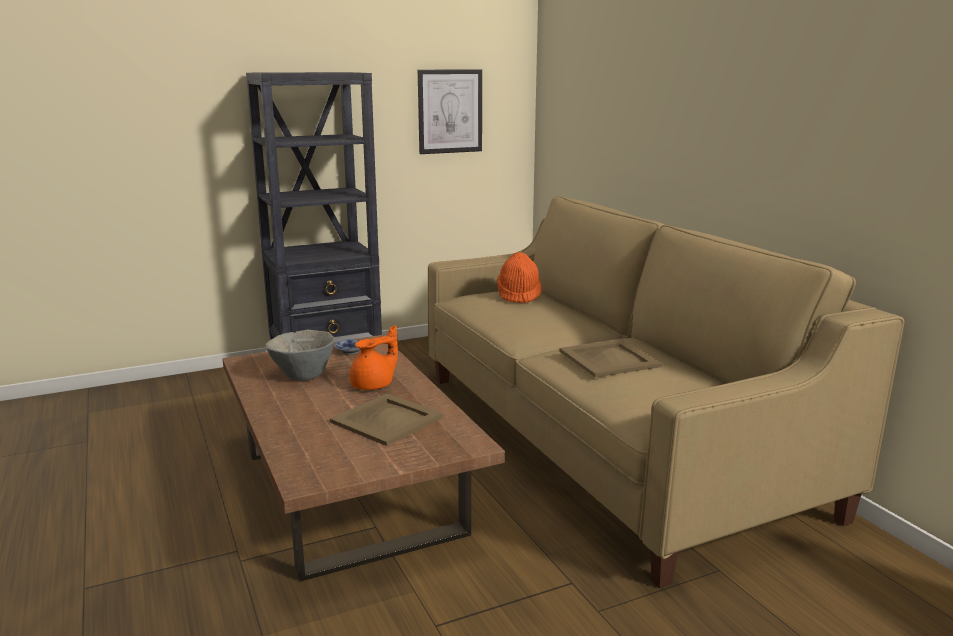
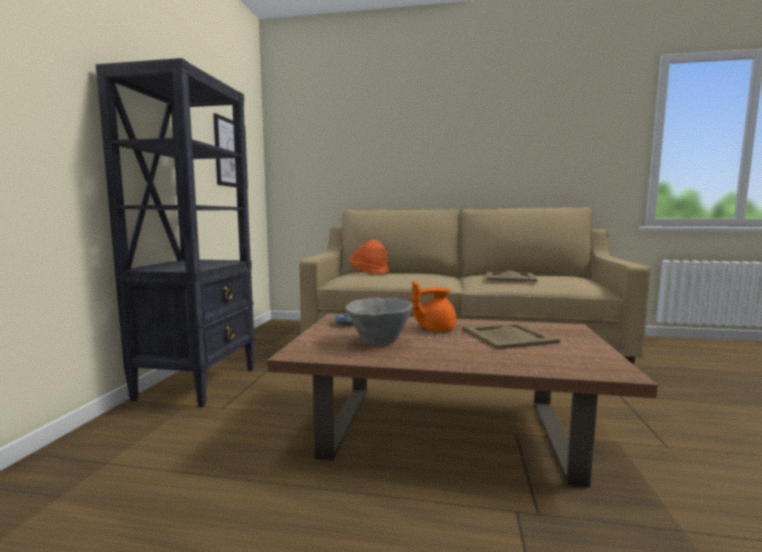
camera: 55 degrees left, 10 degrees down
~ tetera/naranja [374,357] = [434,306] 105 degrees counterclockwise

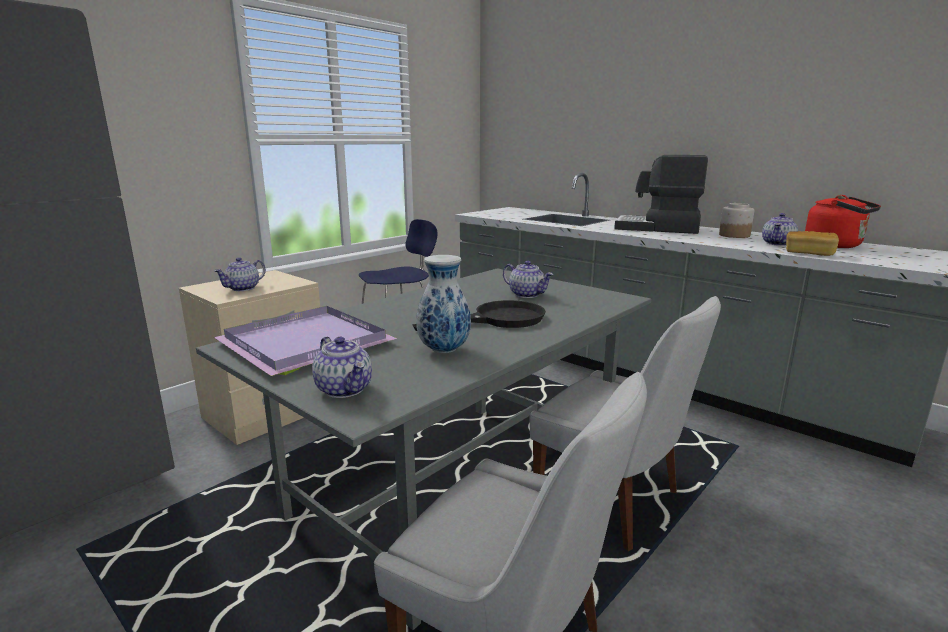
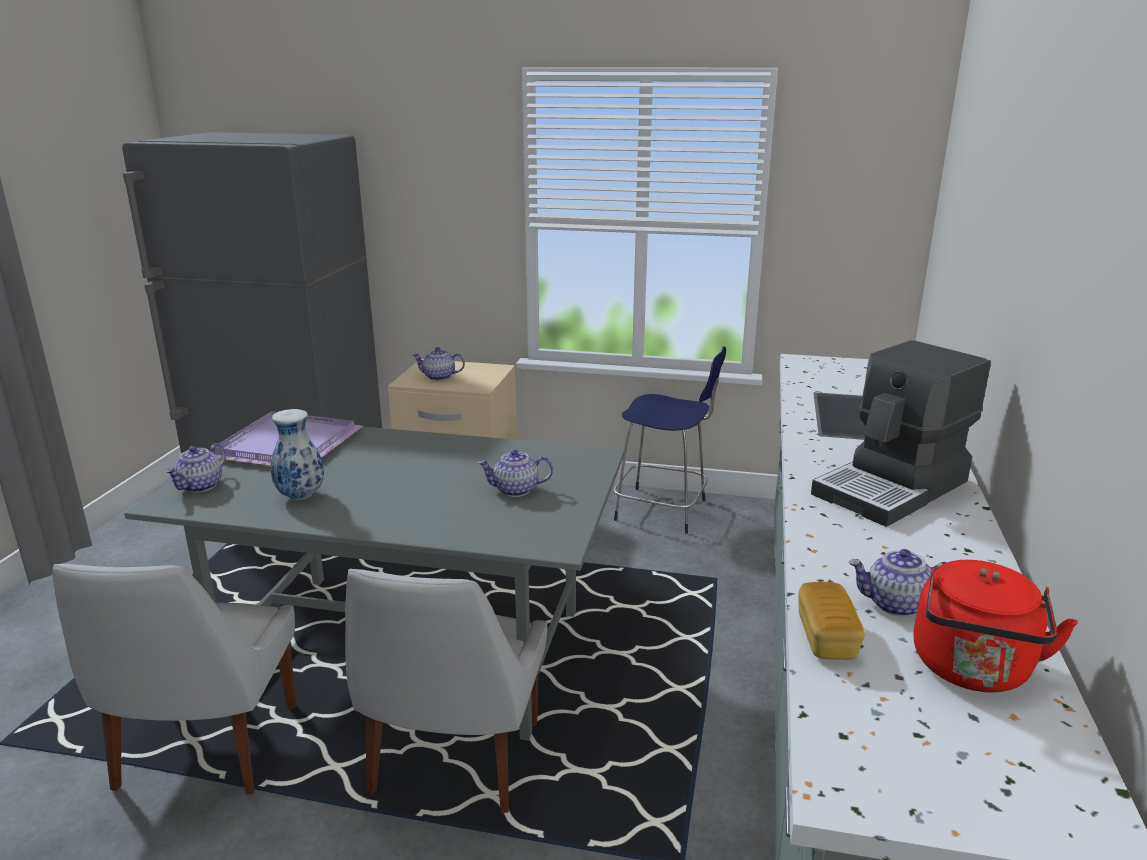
camera: 60 degrees right, 5 degrees up
- sartén/negro [479,315]
~ tetera [528,279] = [515,473] 75 degrees clockwise
~ cafetera [661,194] = [901,433] 120 degrees counterclockwise
- tarro [736,220]

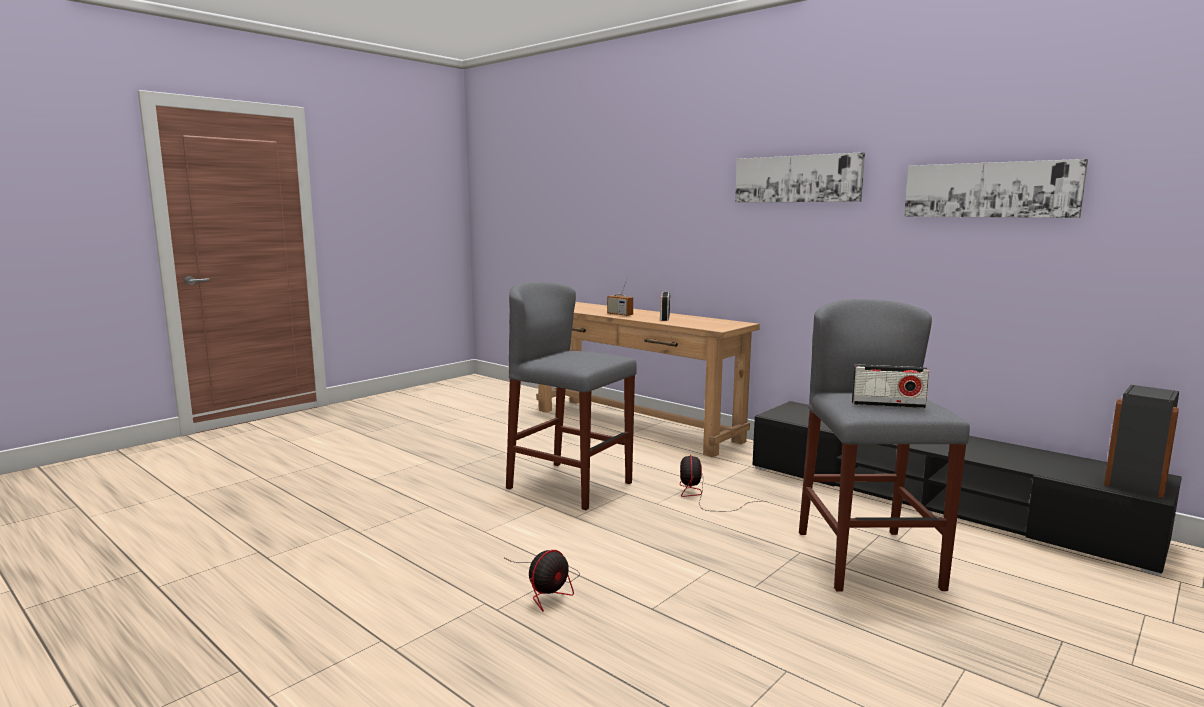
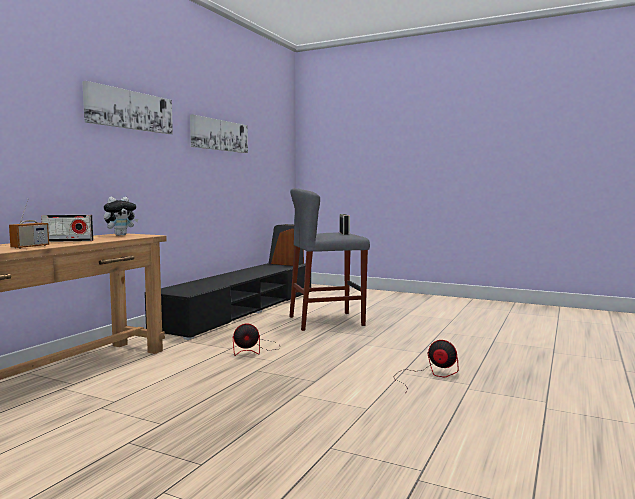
camera: 105 degrees left, 5 degrees down
- taburete/gris [571,396]
+ peluche [121,216]

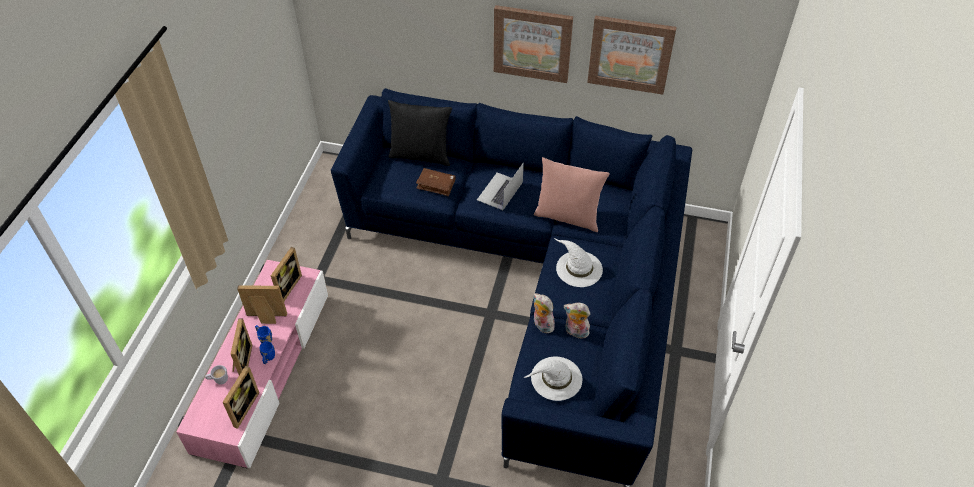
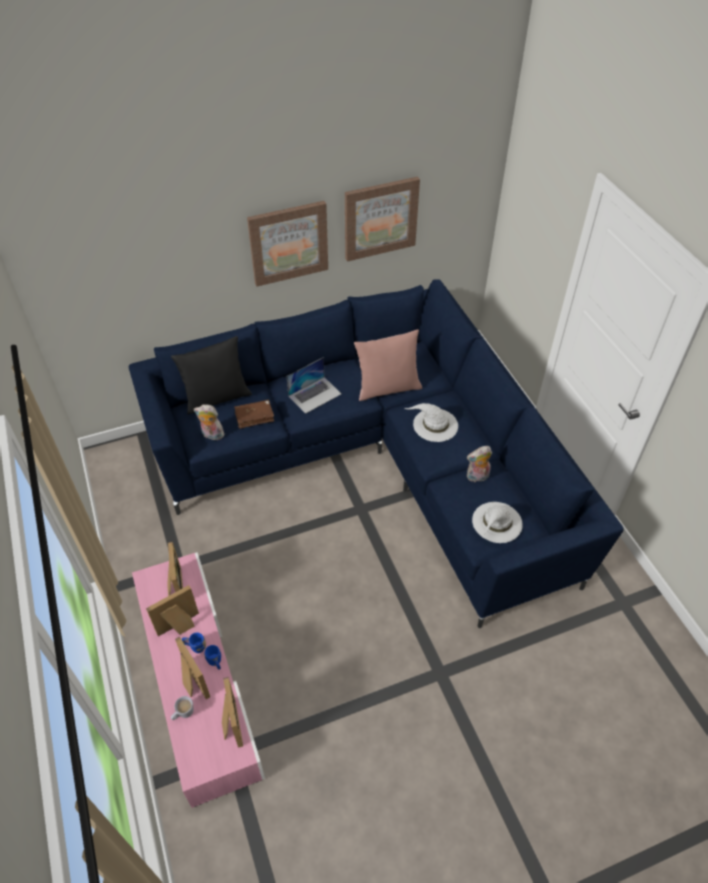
camera: 35 degrees left, 0 degrees up
~ portátil [500,186] = [314,385] 120 degrees counterclockwise
~ peluche [544,313] to [209,422]

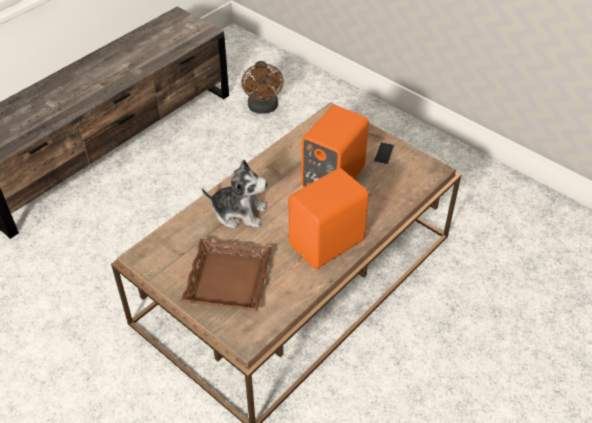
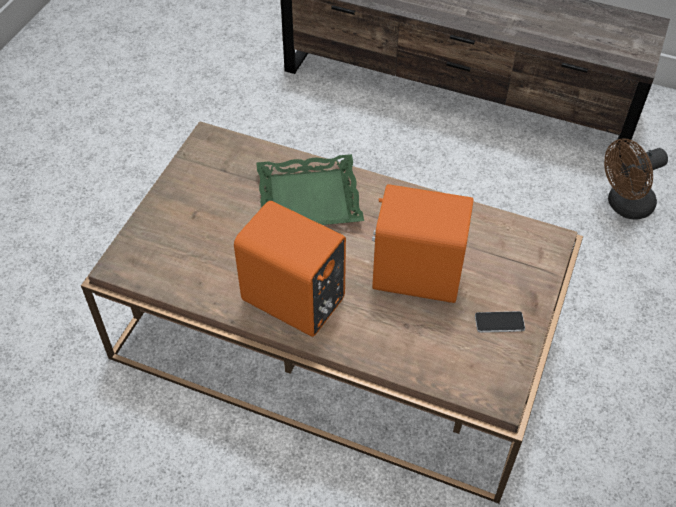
camera: 70 degrees right, 5 degrees up
- bandeja/marrón [226,275]
~ peluche [234,194] to bandeja/verde [310,189]

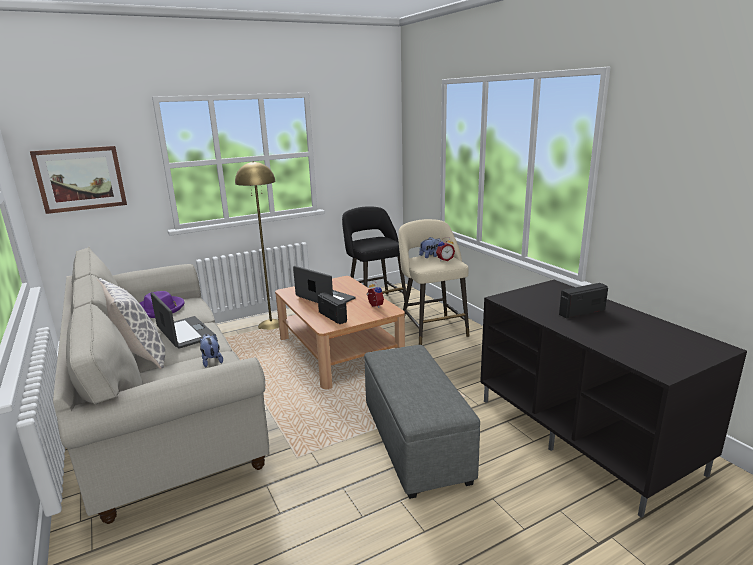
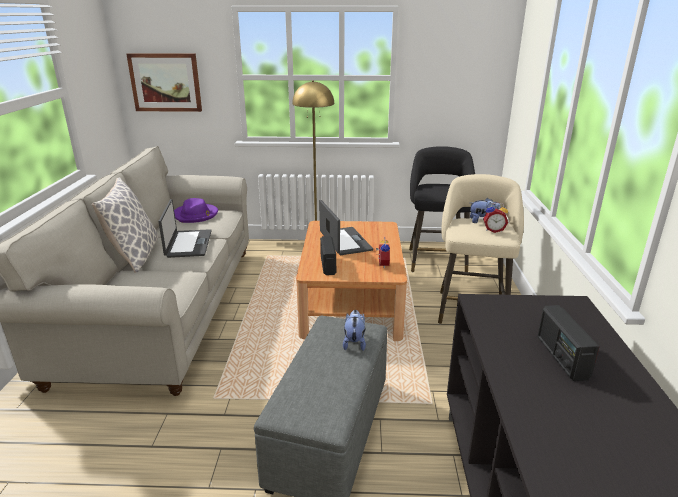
camera: 30 degrees right, 5 degrees up
~ peluche [211,350] to [354,330]
~ radio [583,300] = [568,343] 105 degrees counterclockwise

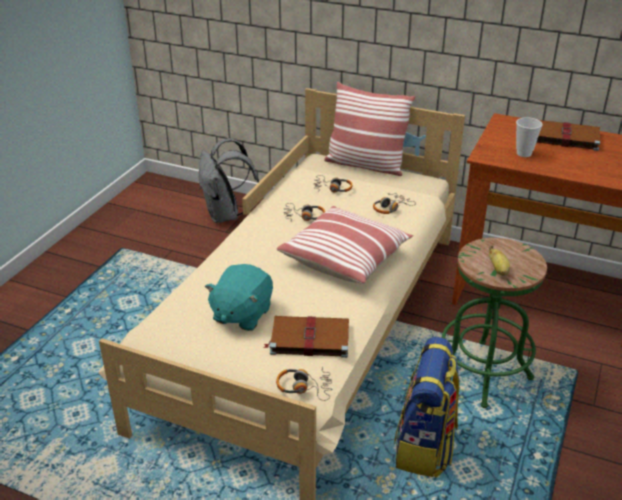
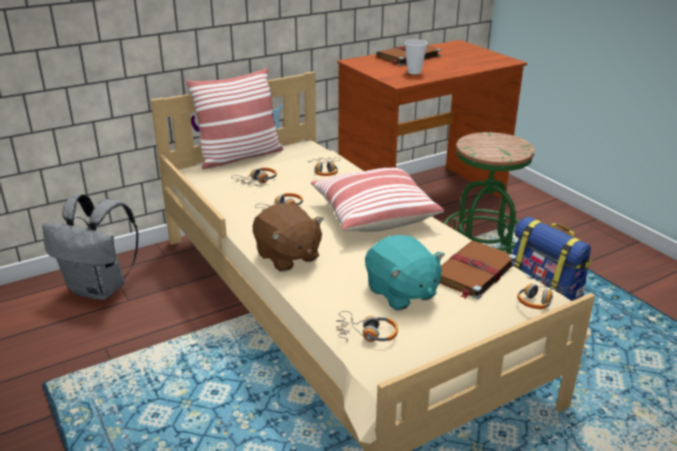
camera: 55 degrees left, 5 degrees down
- plátano [499,260]
+ peluche/marrón [288,237]
+ auriculares [367,327]

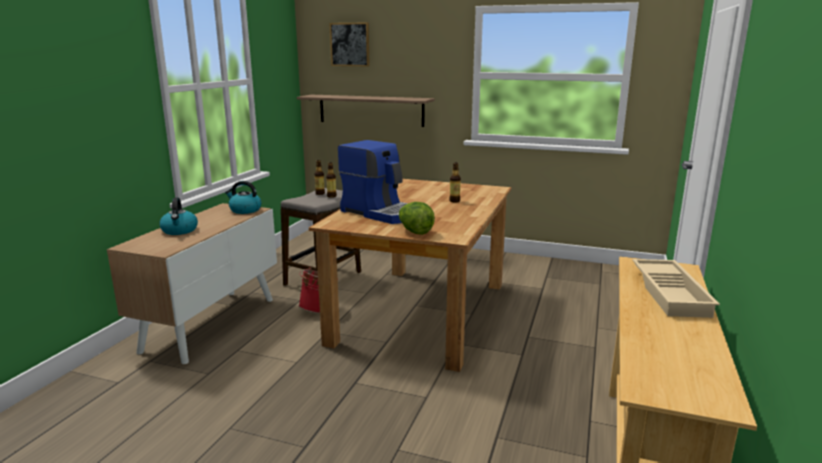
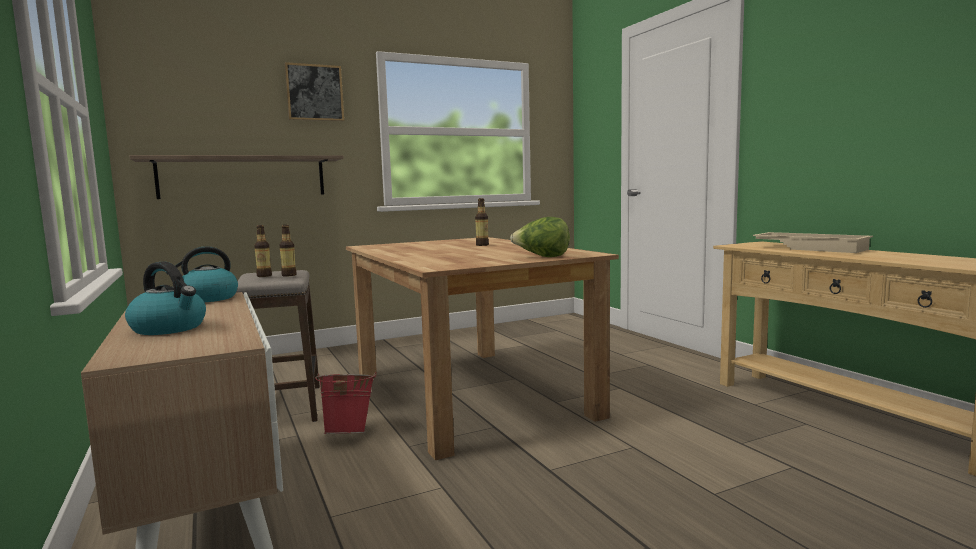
camera: 45 degrees left, 10 degrees down
~ cuadro [349,44] to [314,91]
- cafetera [373,182]

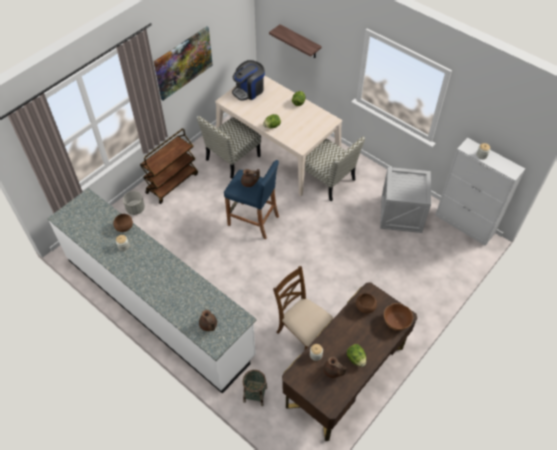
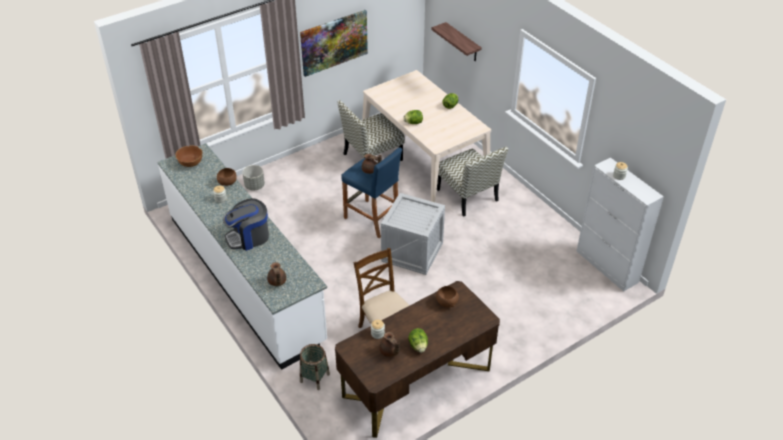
camera: 15 degrees right, 10 degrees down
- carrito/marrón [169,166]
~ cafetera [248,80] to [246,224]
~ caja de embalaje [405,200] to [413,234]
~ cuenco/marrón [398,317] to [188,156]

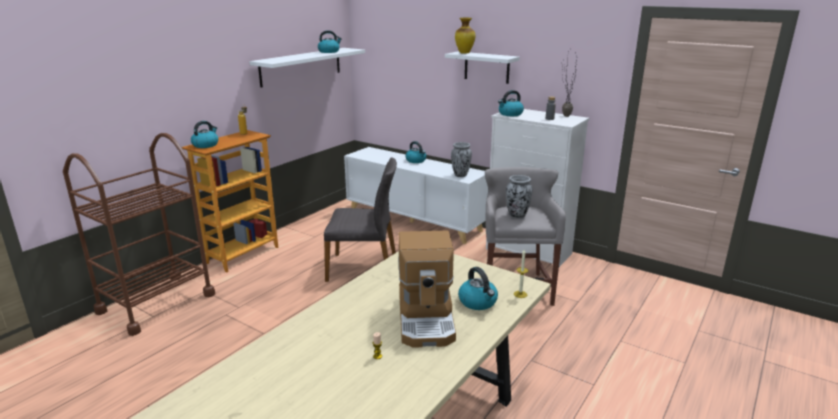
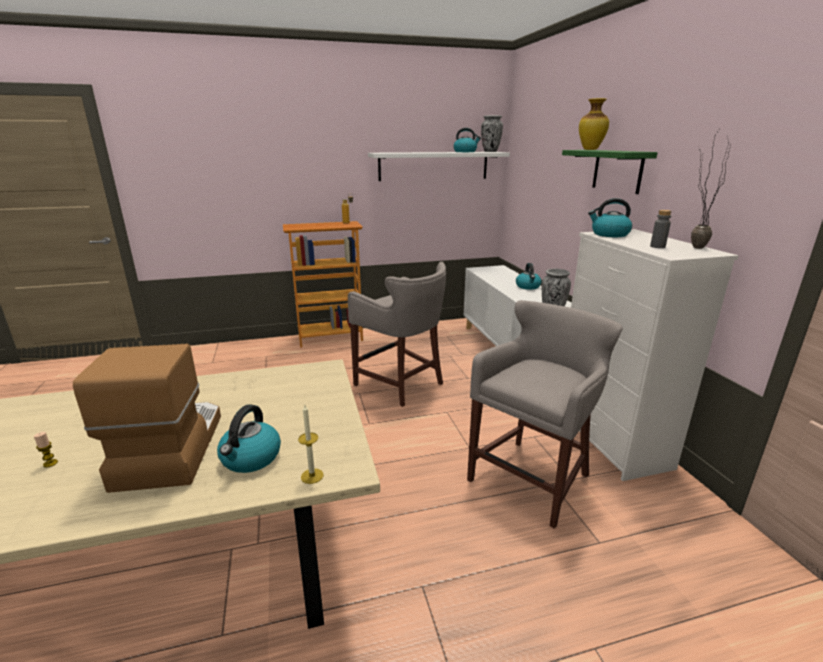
camera: 40 degrees right, 0 degrees up
- carrito/marrón [139,234]
- hervidor [204,134]
~ silla/gris [360,219] to taburete/gris [397,334]
~ cafetera [427,289] = [147,418] 135 degrees clockwise
~ estante/blanco [482,67] to estante/verde [609,172]
~ florero [519,196] to [492,133]

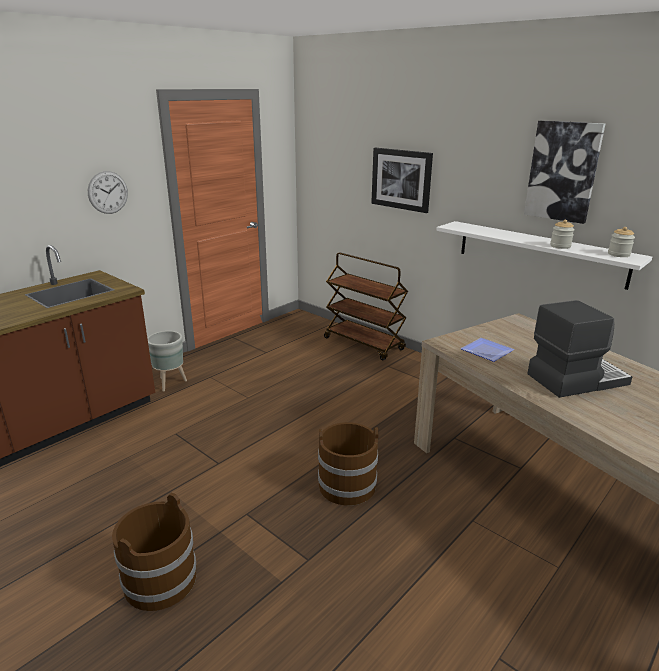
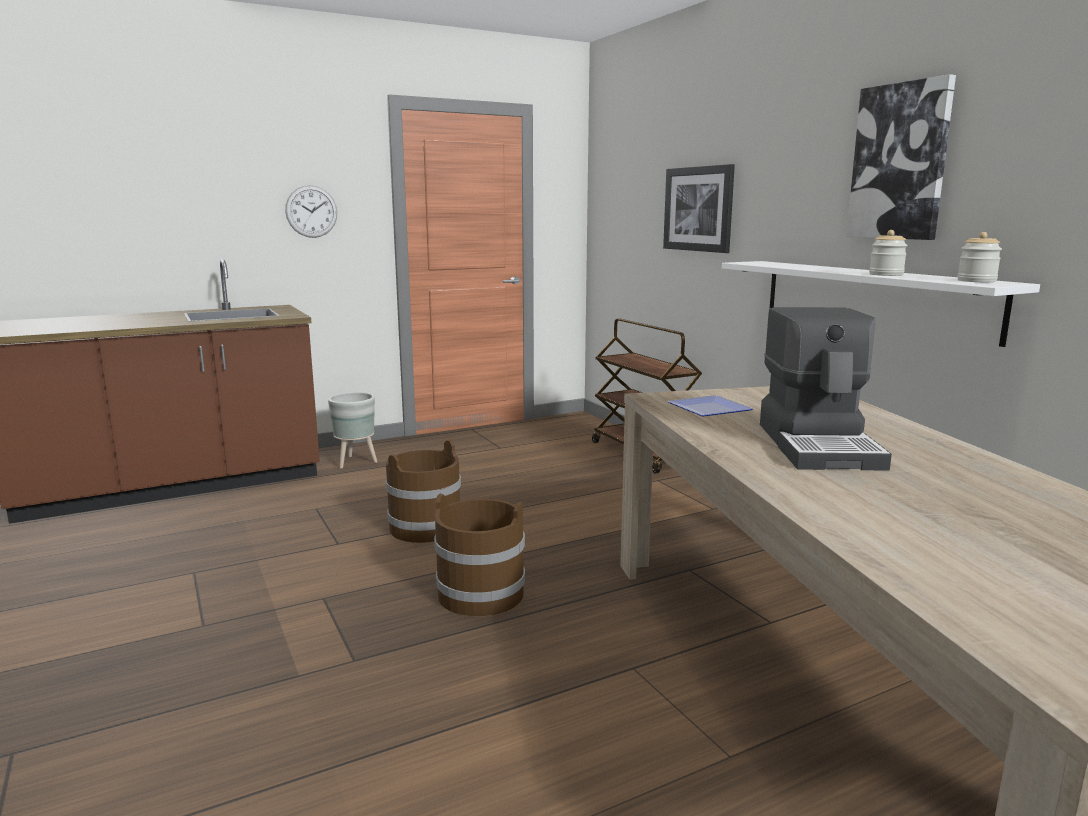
camera: 20 degrees right, 10 degrees down
~ cubo/marrón [154,552] to [423,491]
~ cafetera [579,349] = [826,389] 90 degrees clockwise

